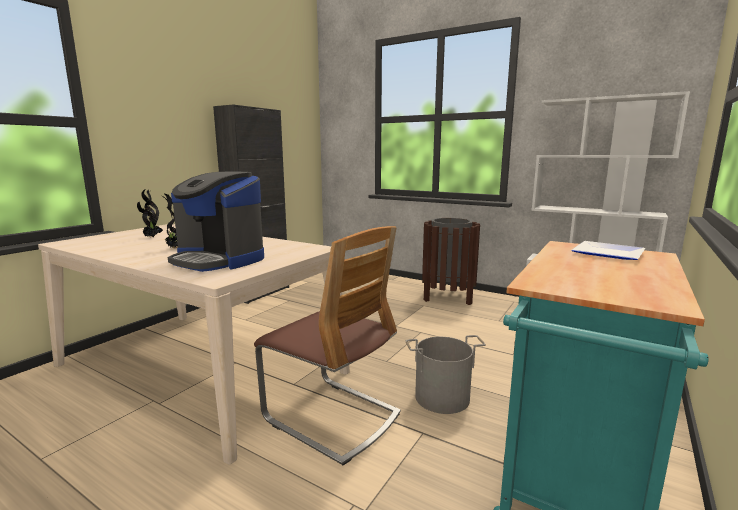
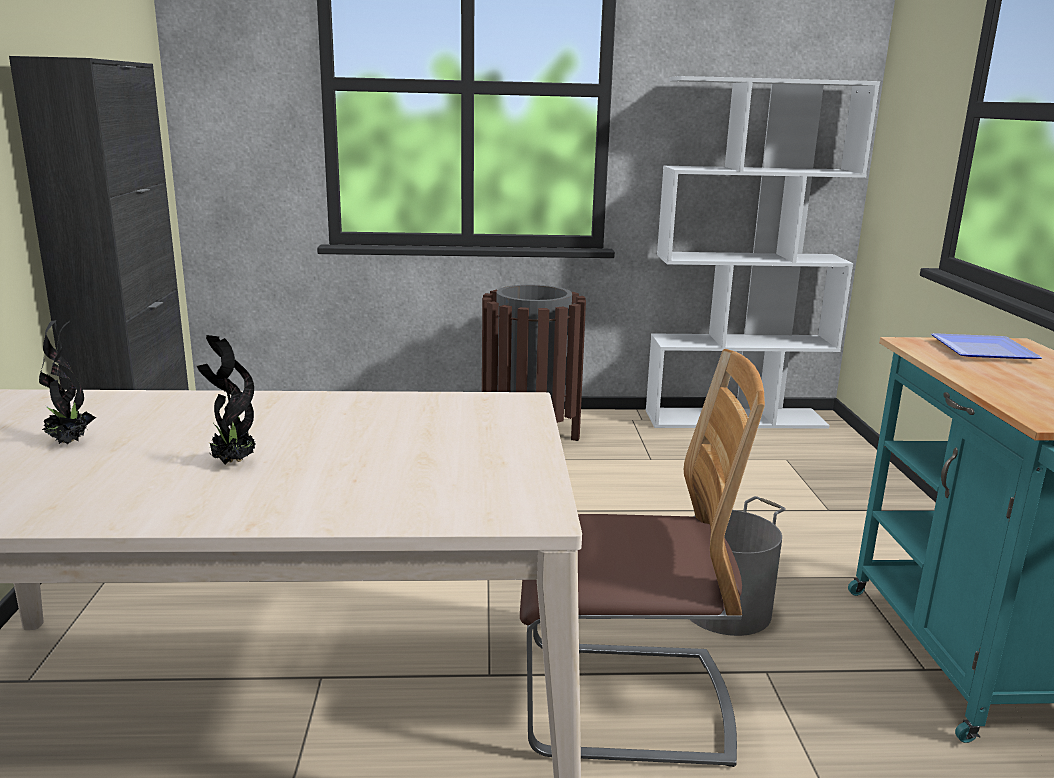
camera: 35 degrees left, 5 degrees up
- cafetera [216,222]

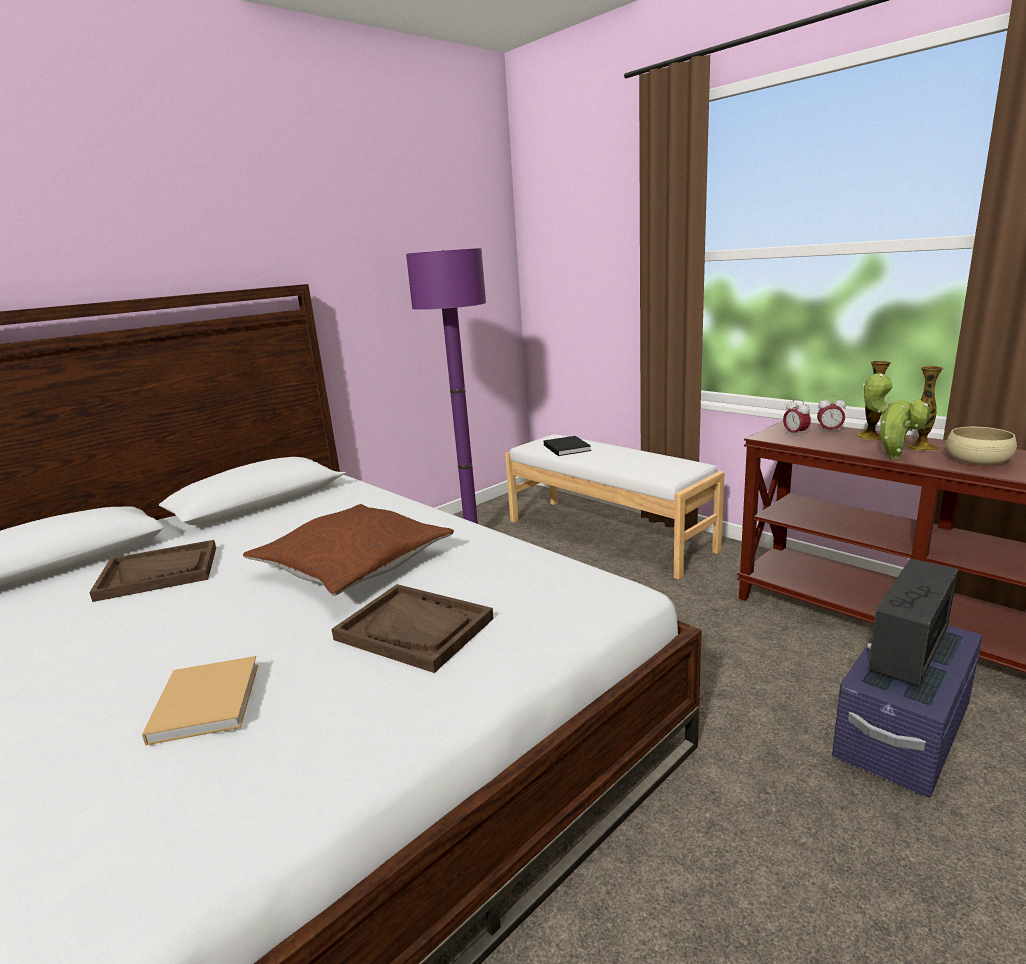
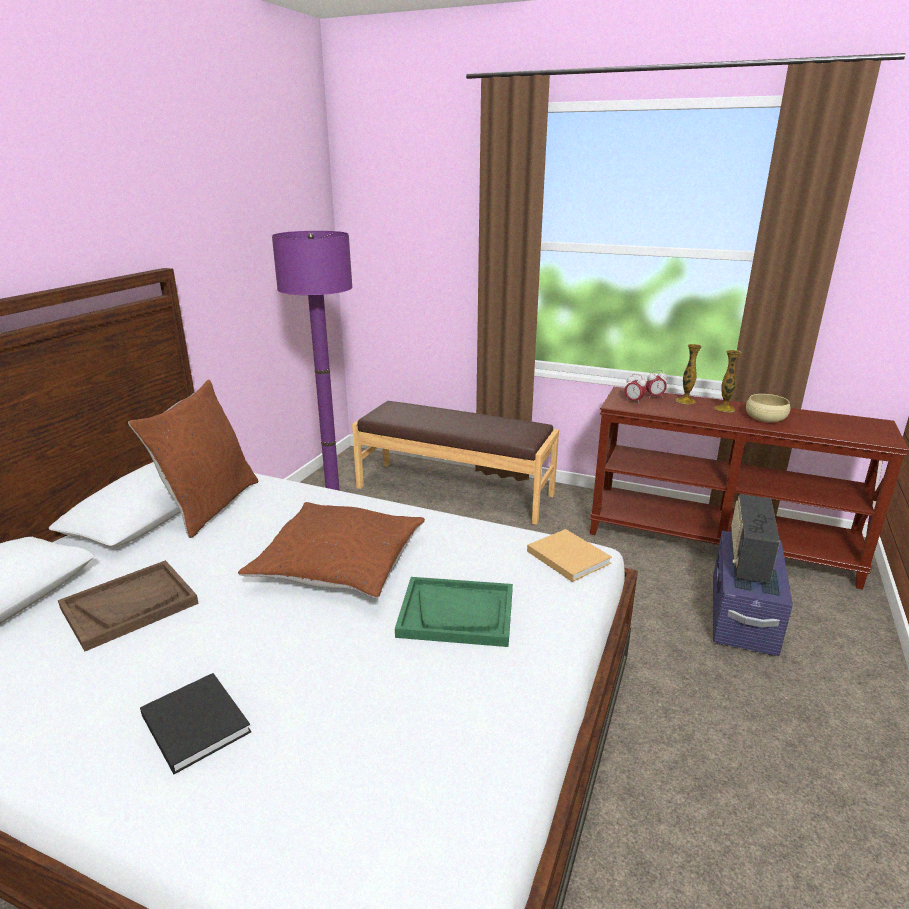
camera: 25 degrees left, 5 degrees up
~ libro/beis [200,701] to [569,555]
~ bandeja/marrón [413,628] to bandeja/verde [454,612]
~ banco/blanco [615,507] to banco/marrón [455,463]
~ libro/negro [567,446] to [195,723]
- planta en maceta [896,416]
+ cojín/marrón [193,459]

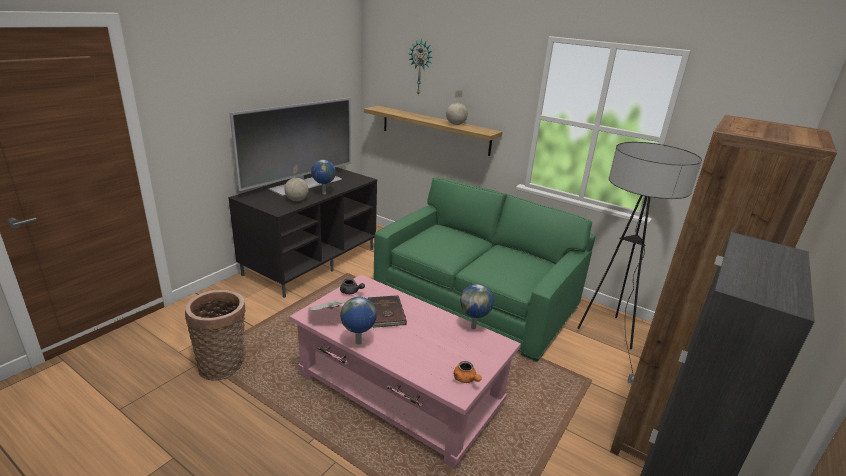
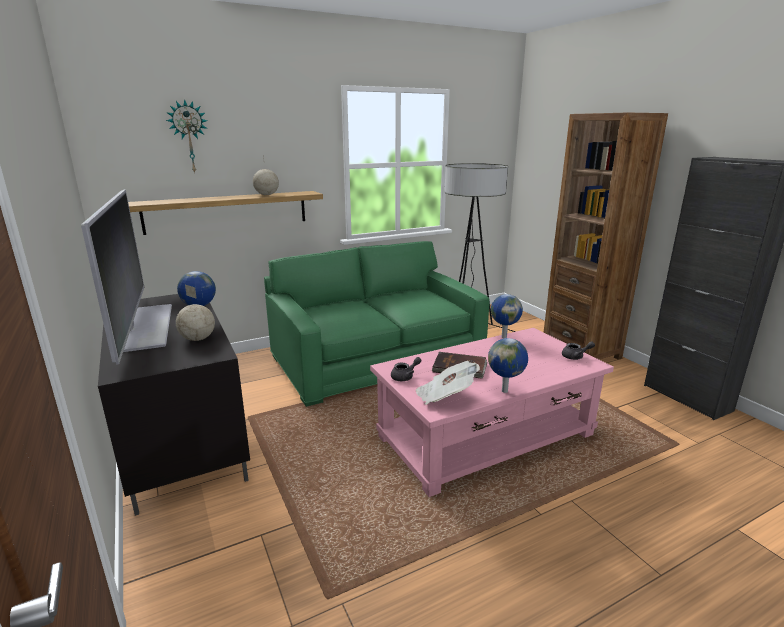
camera: 60 degrees left, 5 degrees down
- cesta [215,335]
~ tetera/naranja [467,372] to tetera/gris [578,350]

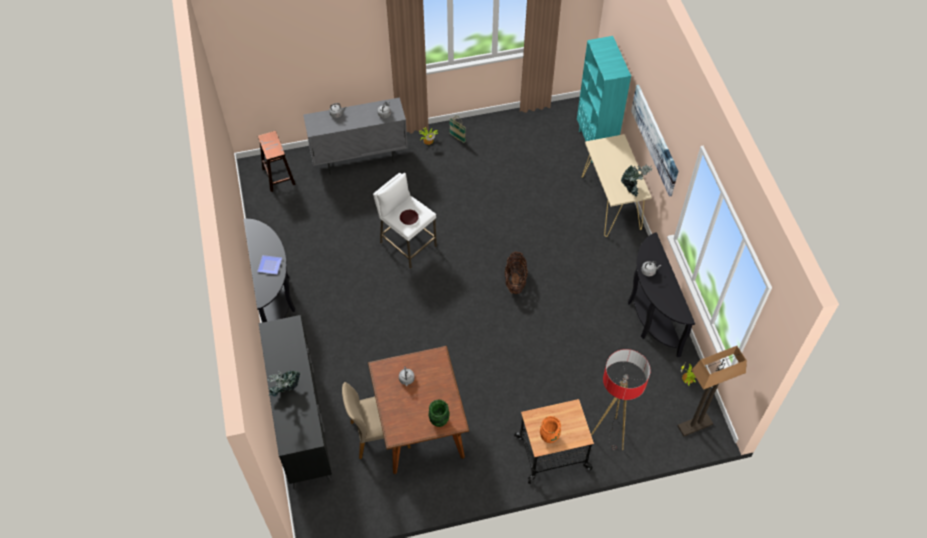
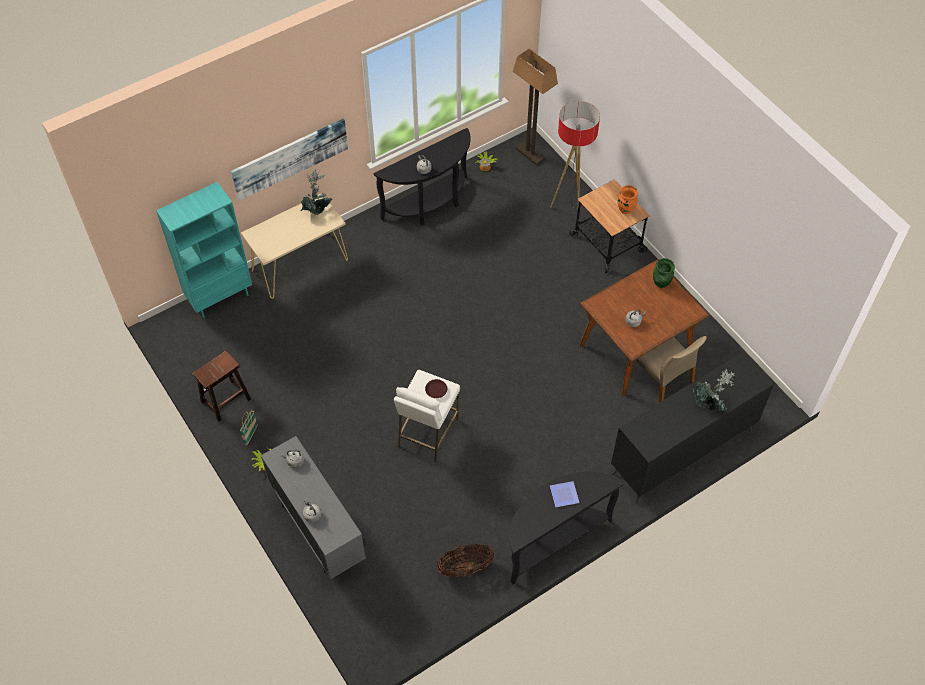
camera: 110 degrees left, 0 degrees up
~ taburete/marrón [277,161] to [221,386]
~ cesta [516,273] to [465,560]

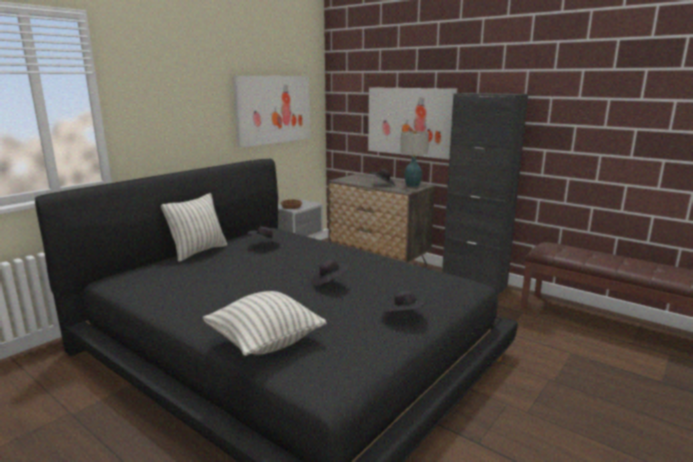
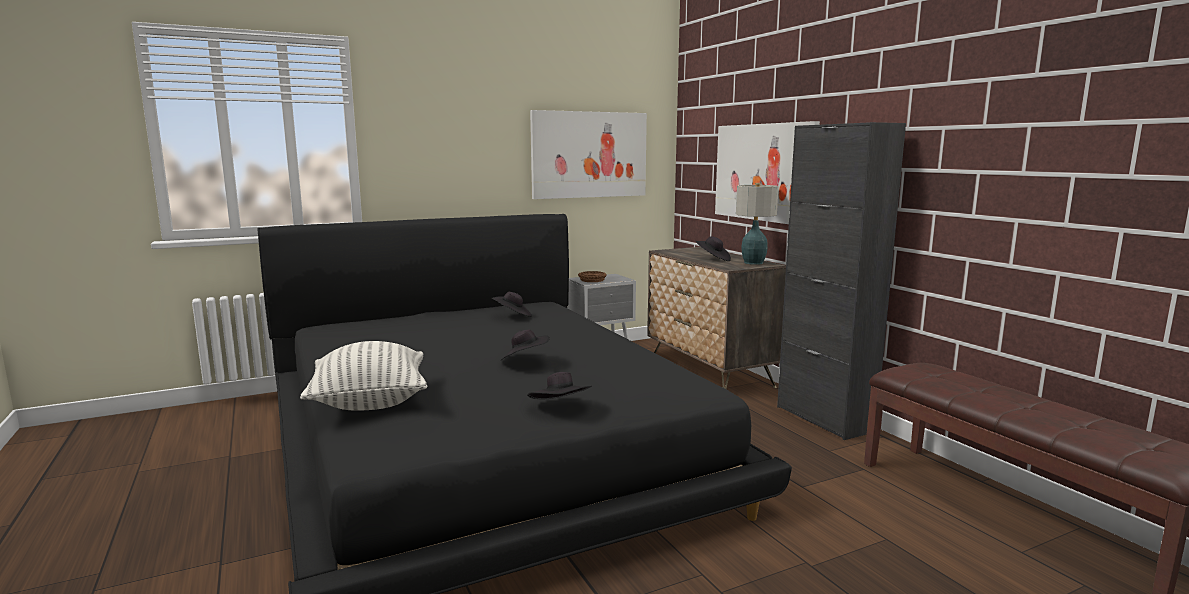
camera: 25 degrees right, 5 degrees down
- cojín [194,227]

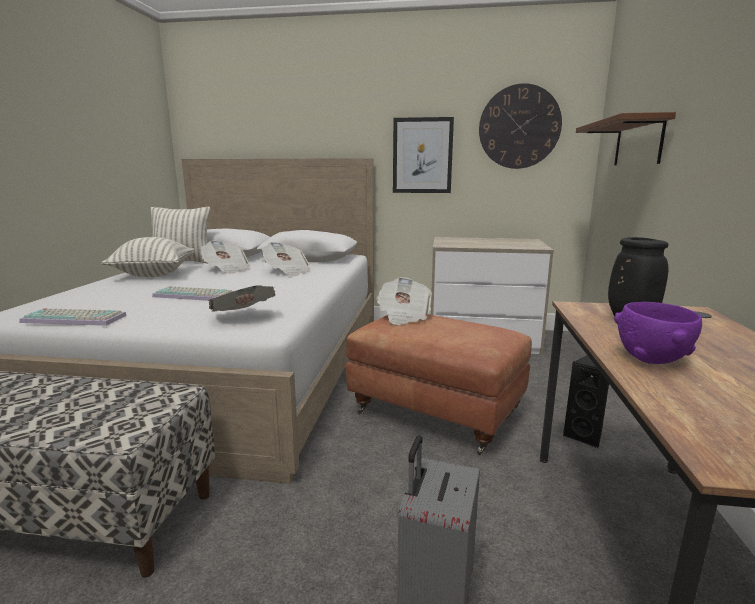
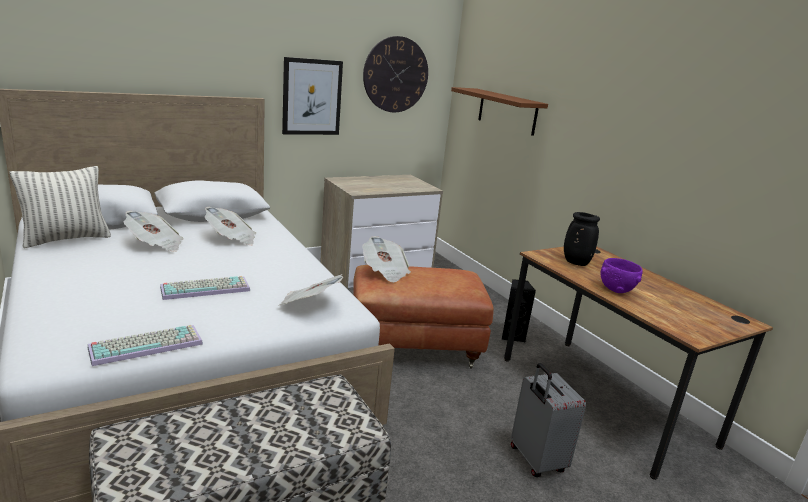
camera: 40 degrees left, 5 degrees up
- cojín [148,257]

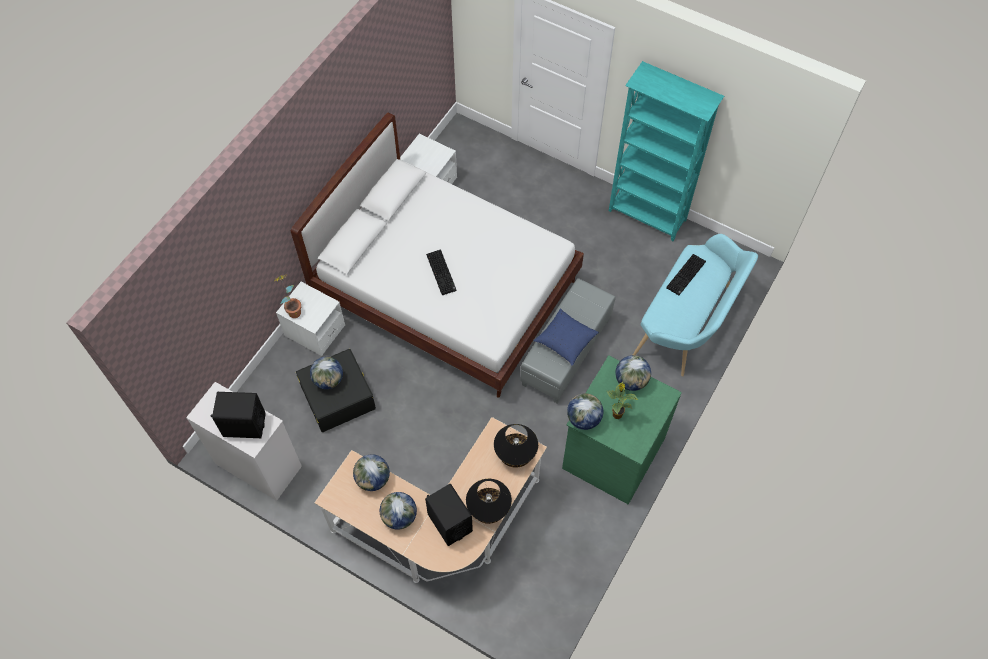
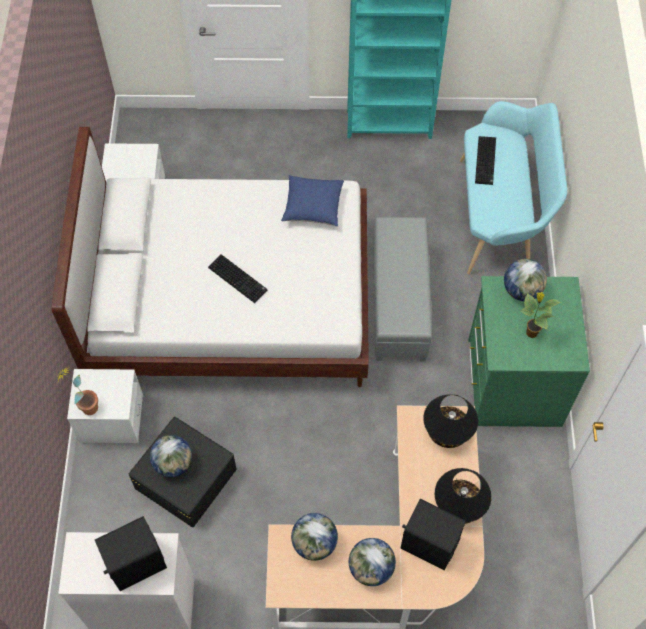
camera: 30 degrees left, 0 degrees up
~ cojín/azul [566,337] to [312,201]
- globo terráqueo [585,411]

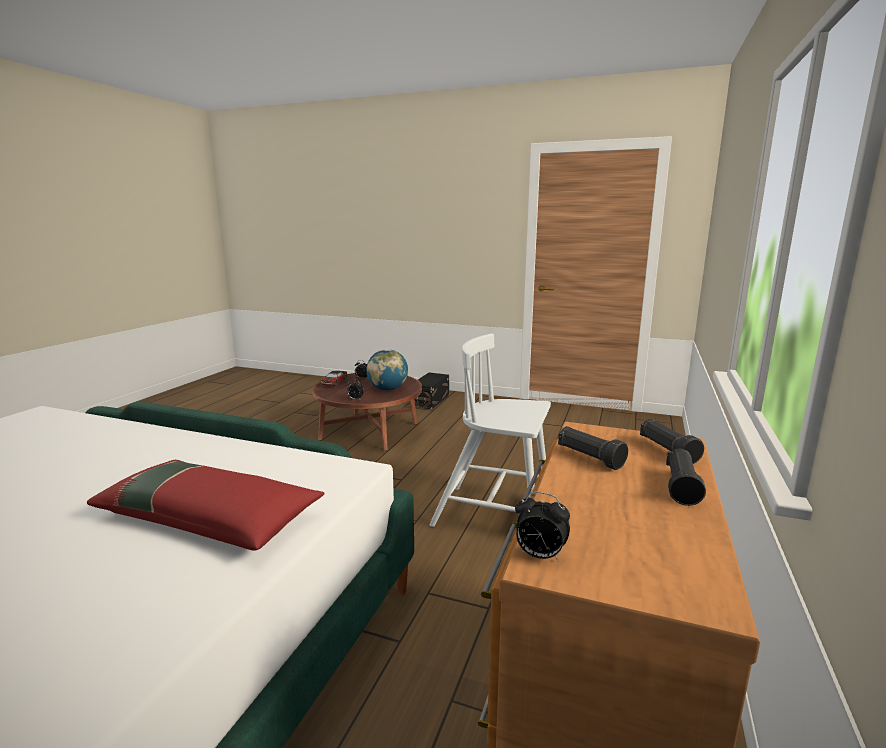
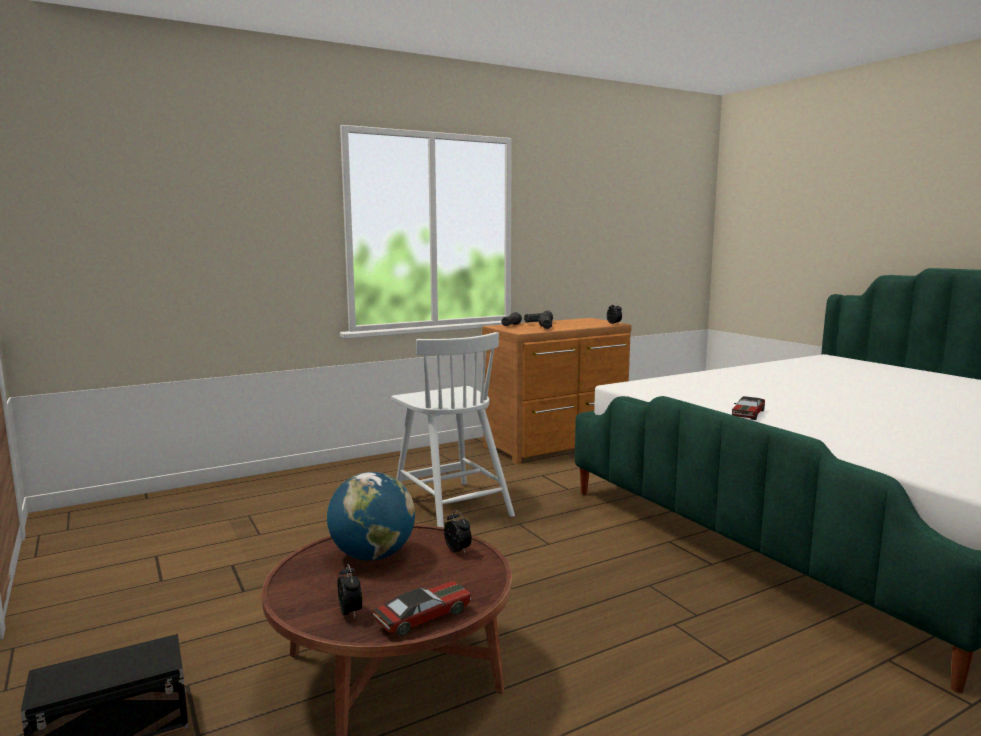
camera: 140 degrees left, 5 degrees down
- cojín/rojo [206,505]
+ coche de juguete [748,408]

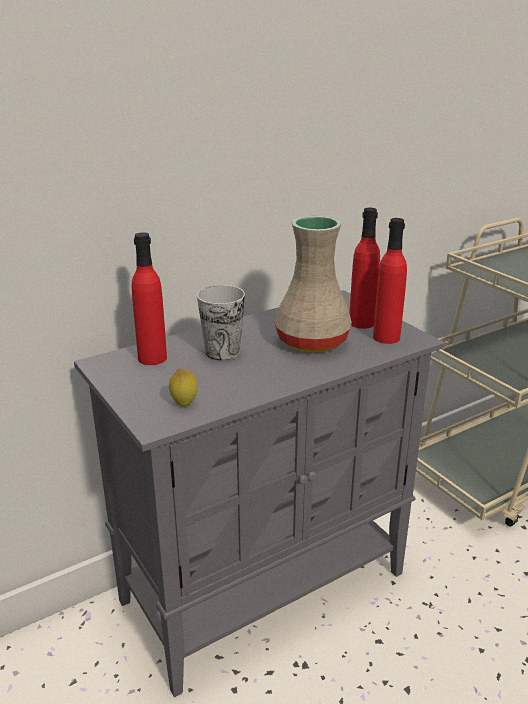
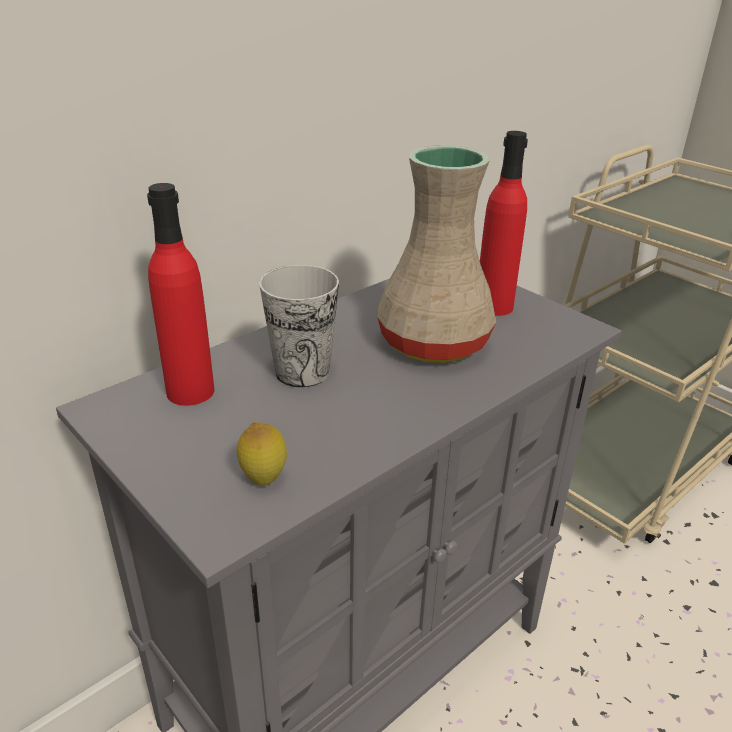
camera: 10 degrees left, 5 degrees up
- botella/rojo [390,281]

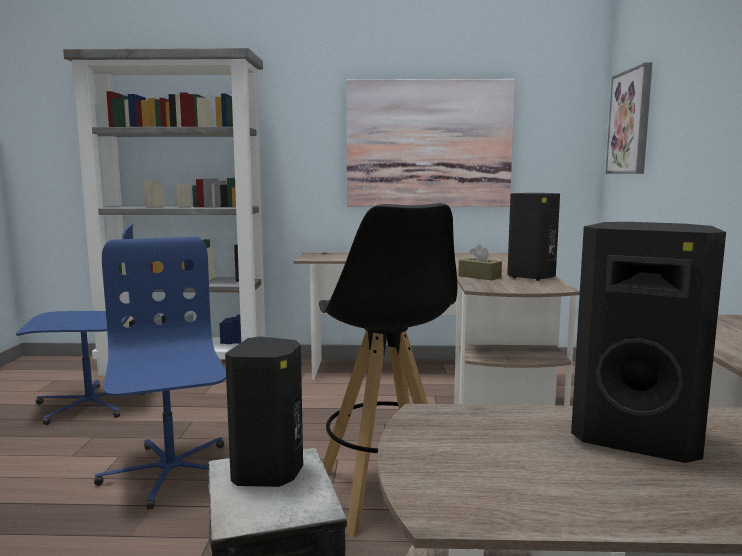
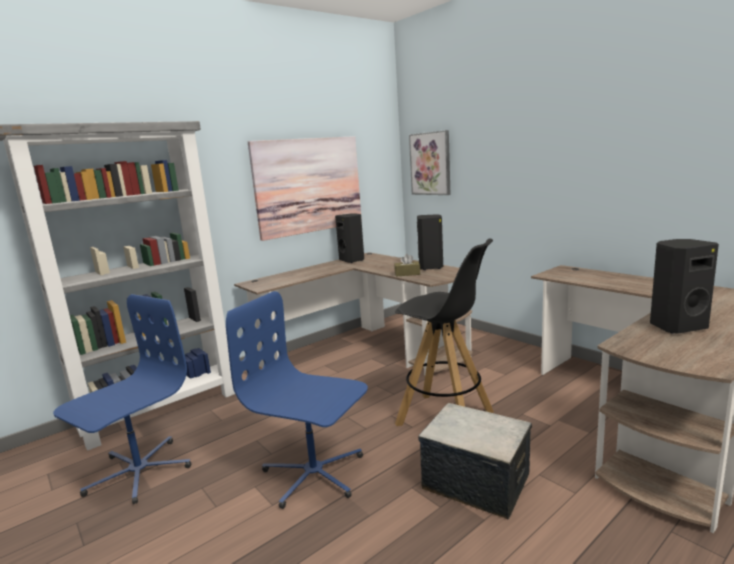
camera: 40 degrees left, 5 degrees up
~ altavoz/negro [264,411] to [349,238]

